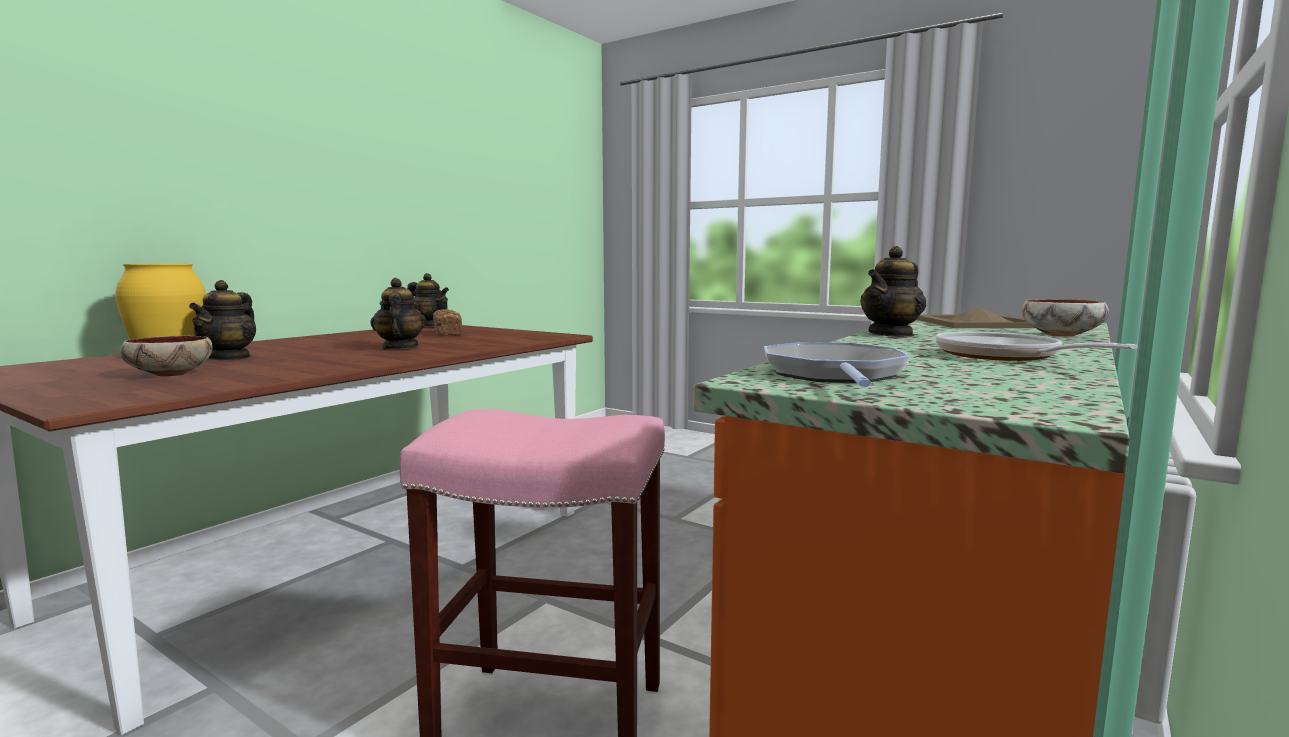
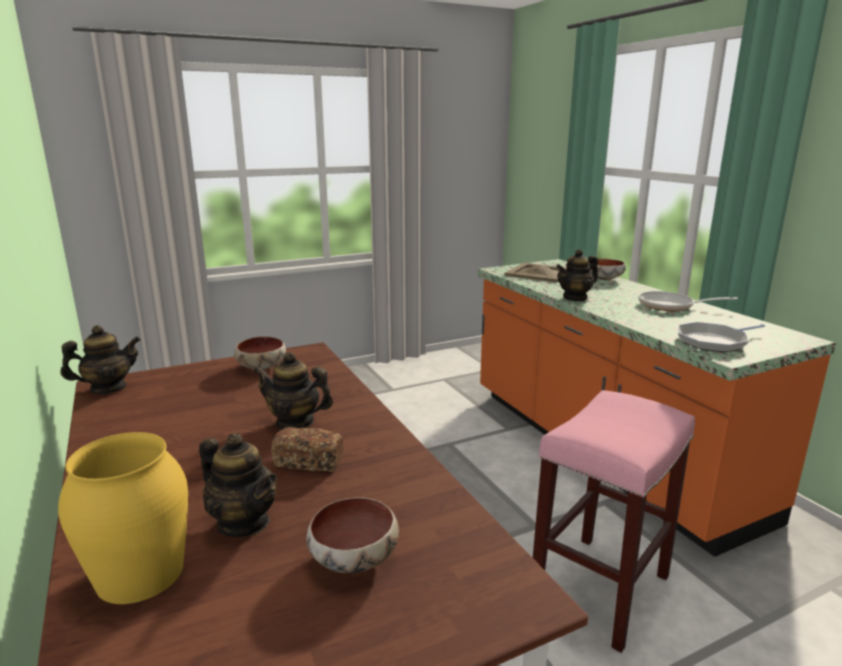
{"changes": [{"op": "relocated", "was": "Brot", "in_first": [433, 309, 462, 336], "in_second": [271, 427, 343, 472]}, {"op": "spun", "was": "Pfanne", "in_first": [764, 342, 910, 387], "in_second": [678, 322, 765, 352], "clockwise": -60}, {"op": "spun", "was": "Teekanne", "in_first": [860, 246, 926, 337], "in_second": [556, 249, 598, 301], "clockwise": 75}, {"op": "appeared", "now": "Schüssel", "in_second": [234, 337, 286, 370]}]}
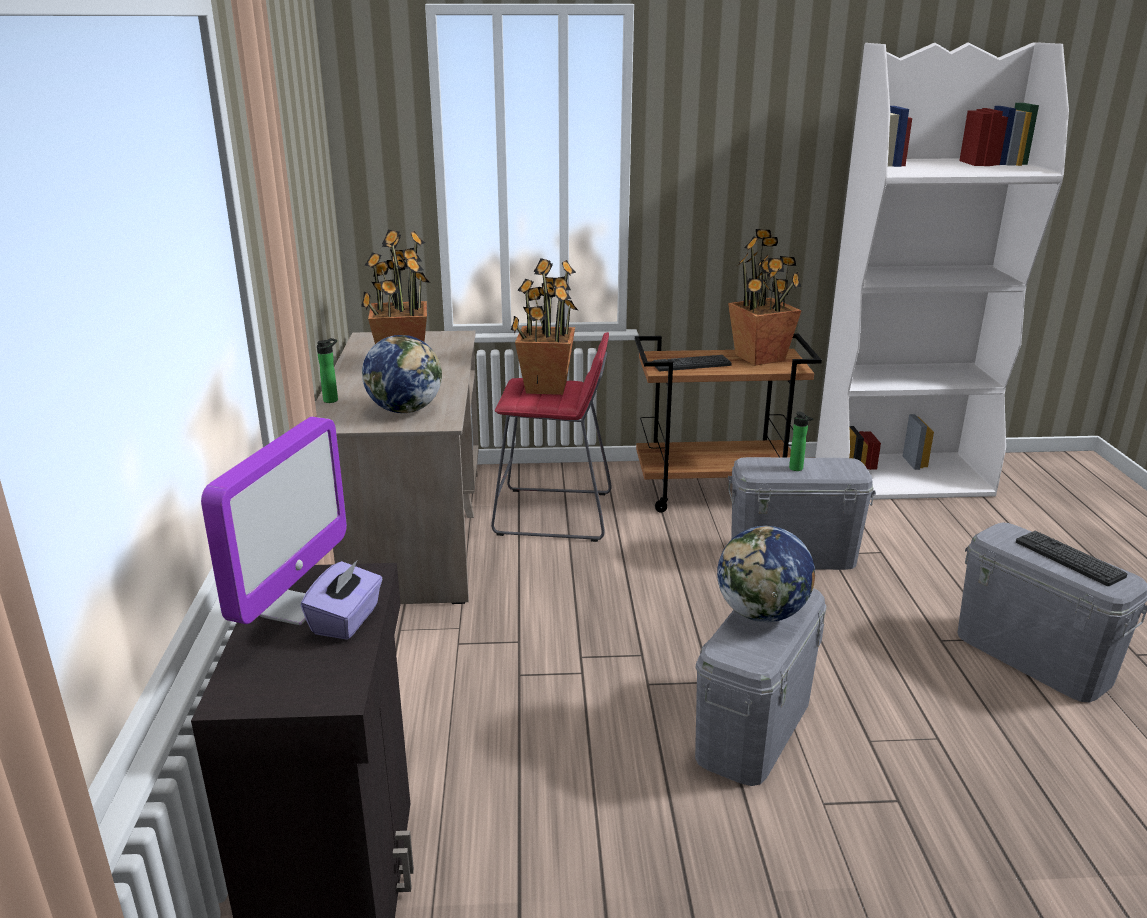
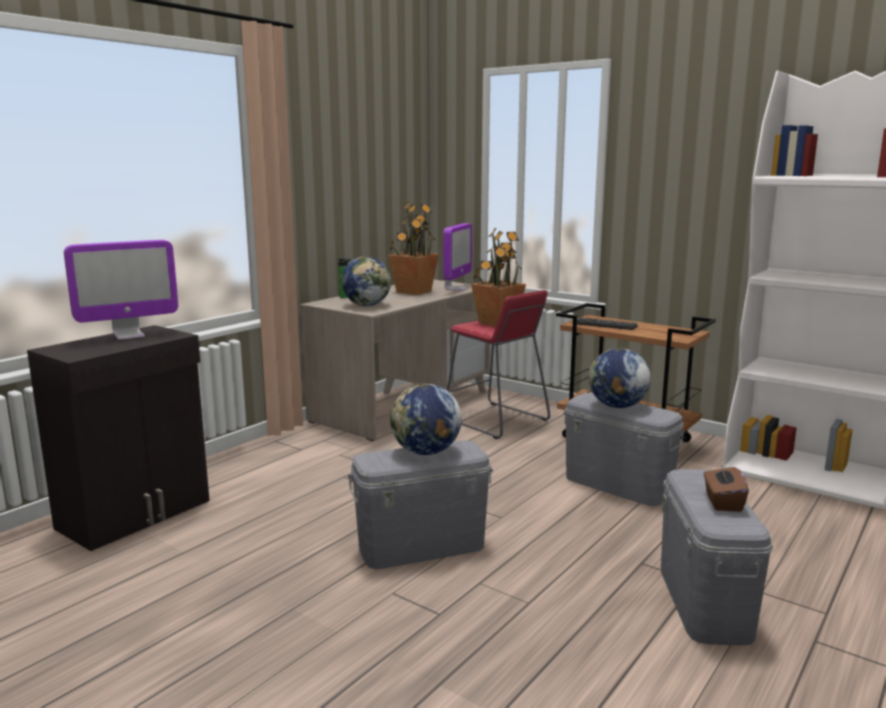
{"changes": [{"op": "missing", "was": "Taschentuchbox/lila", "in_first": [301, 561, 382, 640]}, {"op": "missing", "was": "Topfpflanze", "in_first": [728, 229, 802, 366]}, {"op": "exchanged", "was": "Flasche", "now": "Globus", "in_first": [789, 411, 813, 471], "in_second": [589, 348, 651, 408]}, {"op": "exchanged", "was": "Tastatur", "now": "Taschentuchbox/braun", "in_first": [1016, 530, 1127, 586], "in_second": [704, 465, 749, 512]}, {"op": "appeared", "now": "Monitor", "in_second": [443, 223, 472, 291]}]}
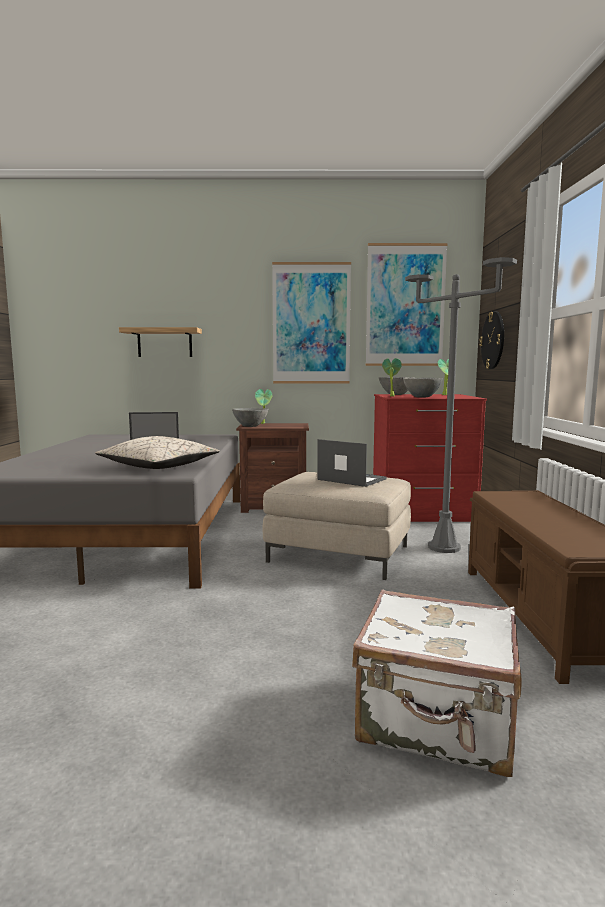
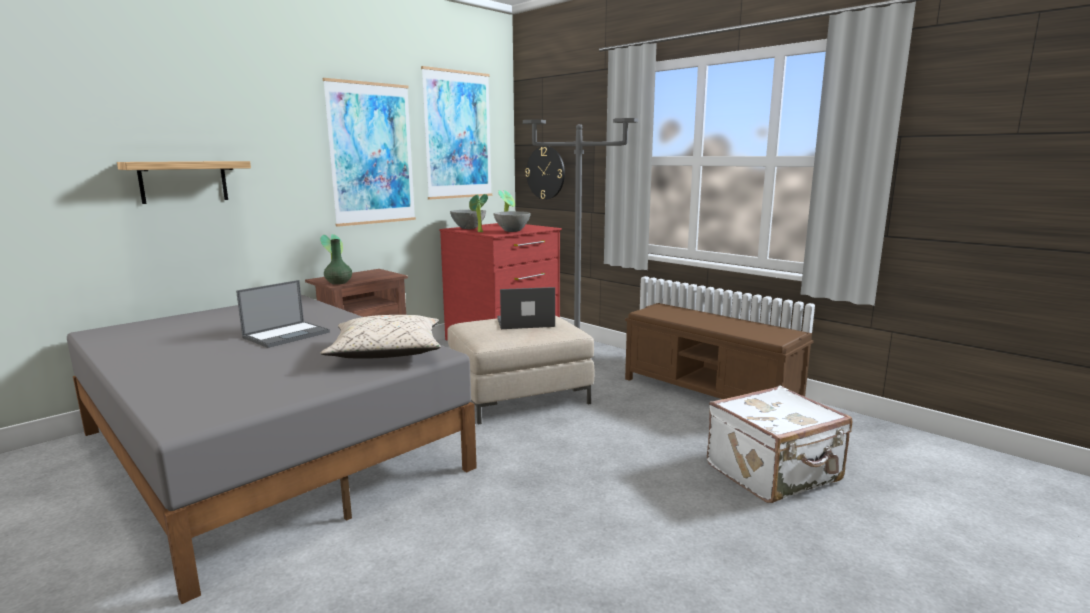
{"changes": [{"op": "exchanged", "was": "Schüssel/grau", "now": "Vase/grün", "in_first": [232, 408, 268, 427], "in_second": [324, 239, 352, 285]}]}
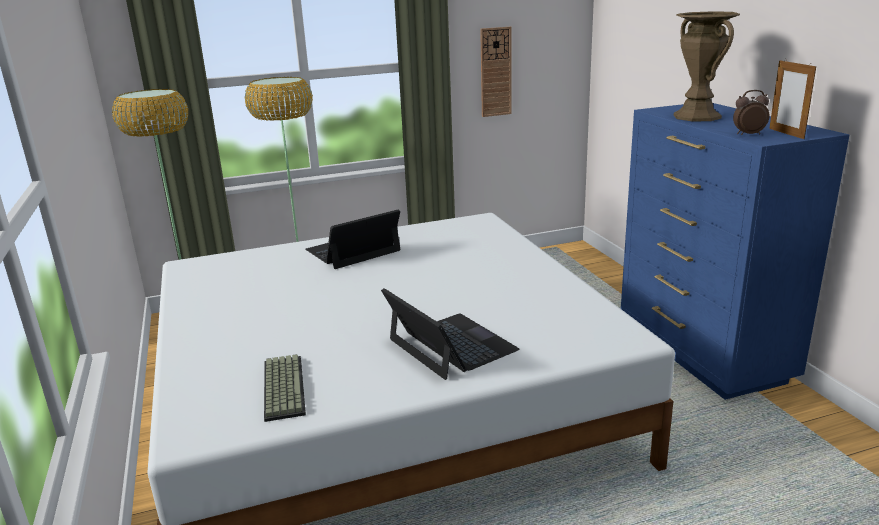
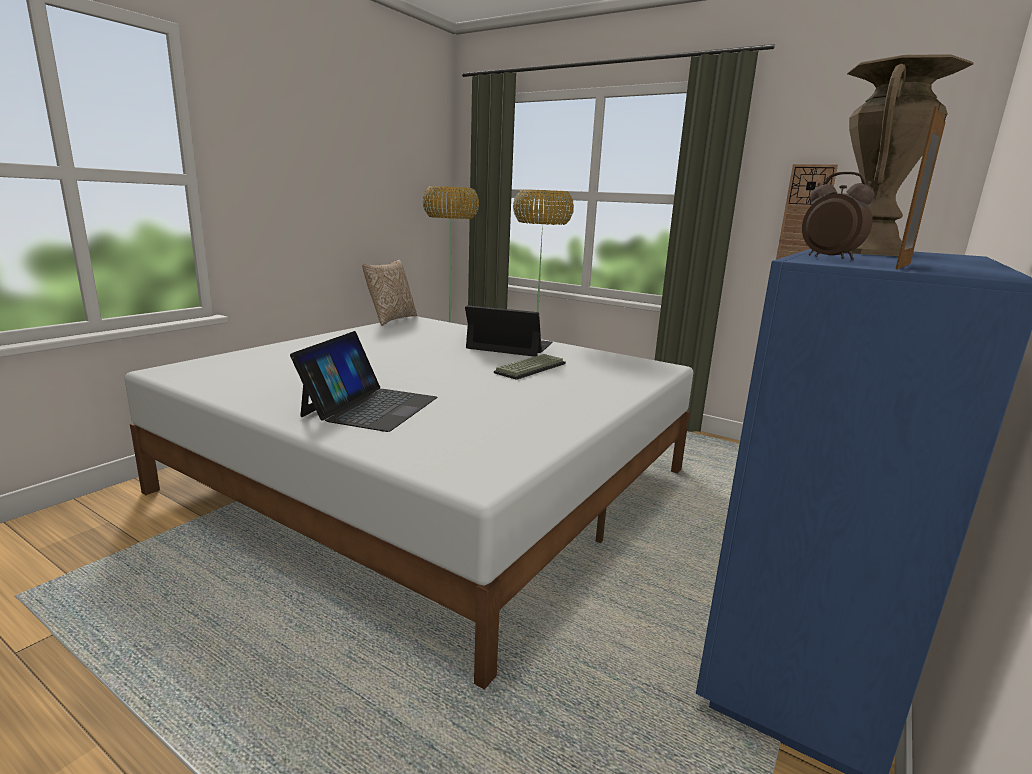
{"changes": [{"op": "relocated", "was": "Tastatur", "in_first": [264, 354, 306, 422], "in_second": [494, 354, 566, 380]}, {"op": "appeared", "now": "Kissen", "in_second": [362, 259, 417, 326]}]}
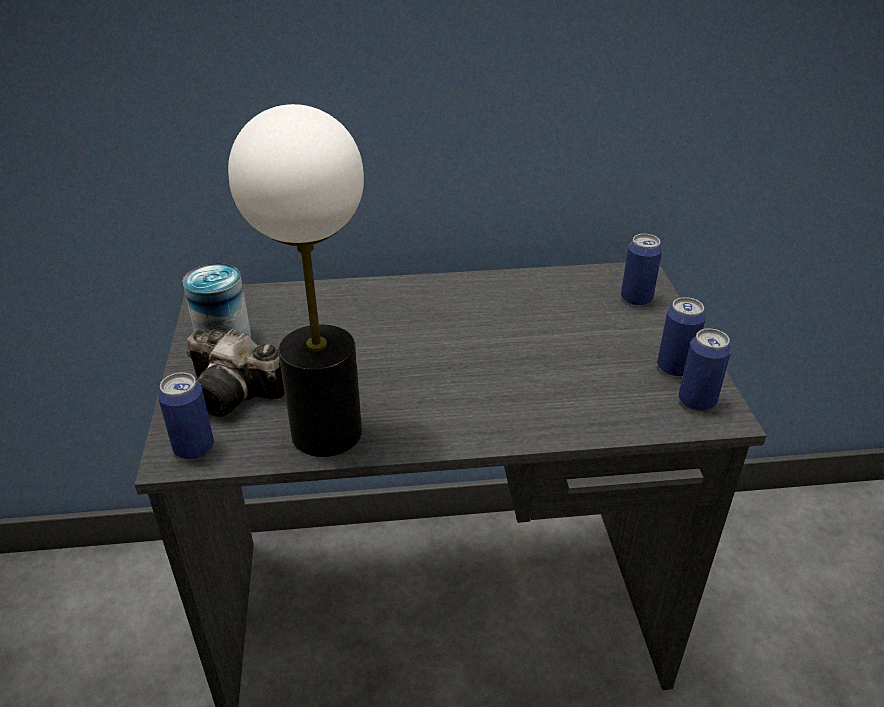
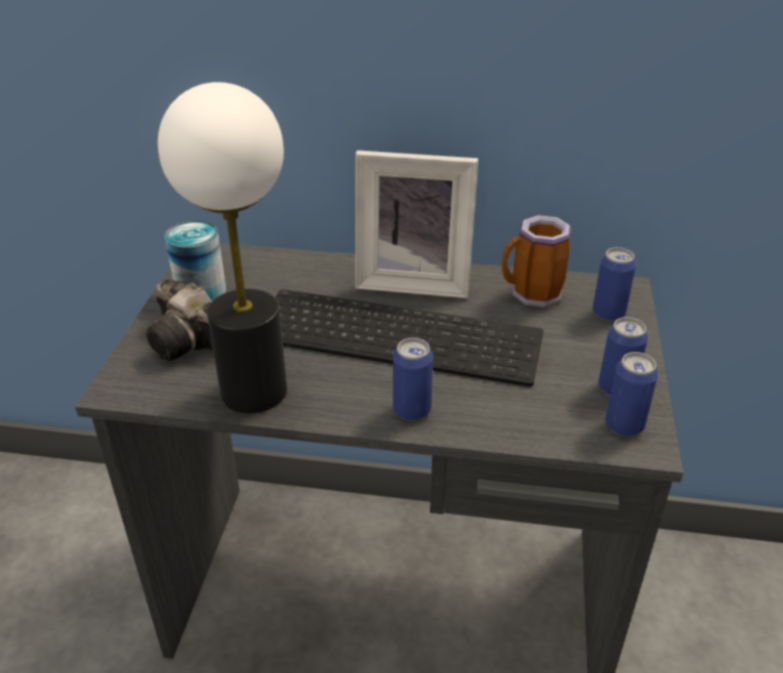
{"changes": [{"op": "relocated", "was": "Dose", "in_first": [158, 372, 214, 460], "in_second": [393, 338, 433, 421]}, {"op": "appeared", "now": "Tastatur", "in_second": [275, 289, 544, 387]}, {"op": "appeared", "now": "Bilderrahmen", "in_second": [355, 150, 478, 298]}, {"op": "appeared", "now": "Henkelbecher", "in_second": [502, 215, 571, 308]}]}
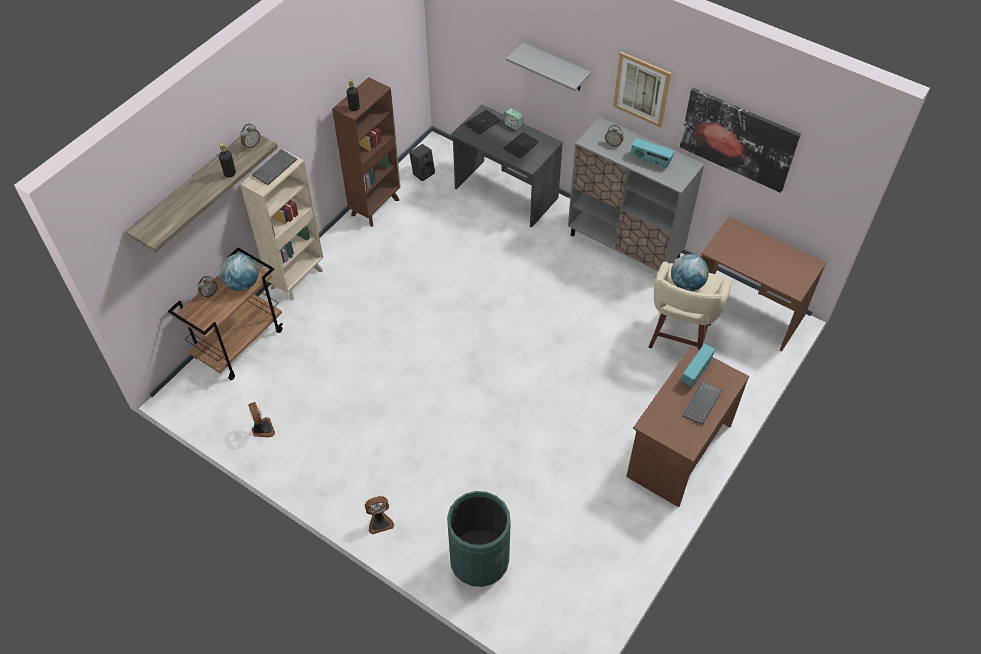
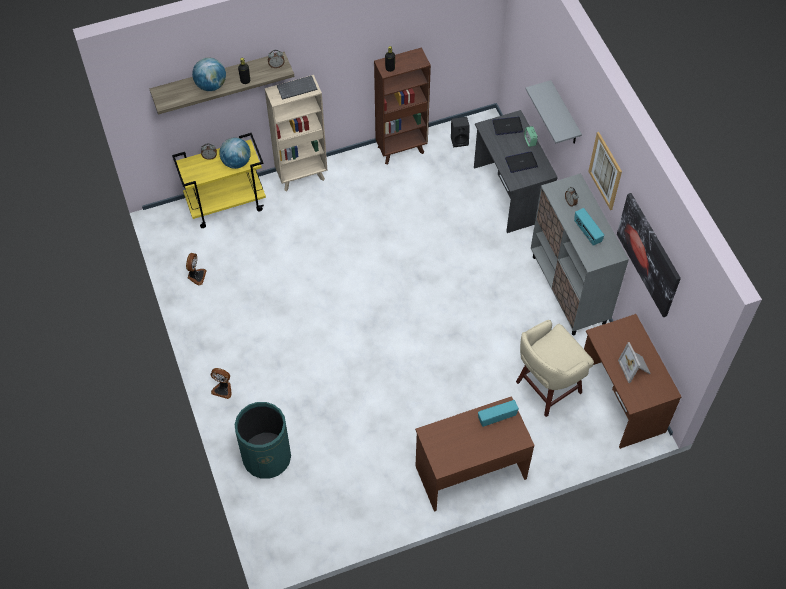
{"changes": [{"op": "colour", "was": "Rollwagen/braun", "now": "Rollwagen/gelb", "in_first": [168, 248, 283, 380], "in_second": [172, 133, 266, 228]}, {"op": "relocated", "was": "Globus", "in_first": [671, 254, 709, 291], "in_second": [192, 58, 226, 91]}, {"op": "missing", "was": "Tastatur", "in_first": [682, 382, 722, 425]}, {"op": "appeared", "now": "Bilderrahmen", "in_second": [618, 342, 651, 383]}]}
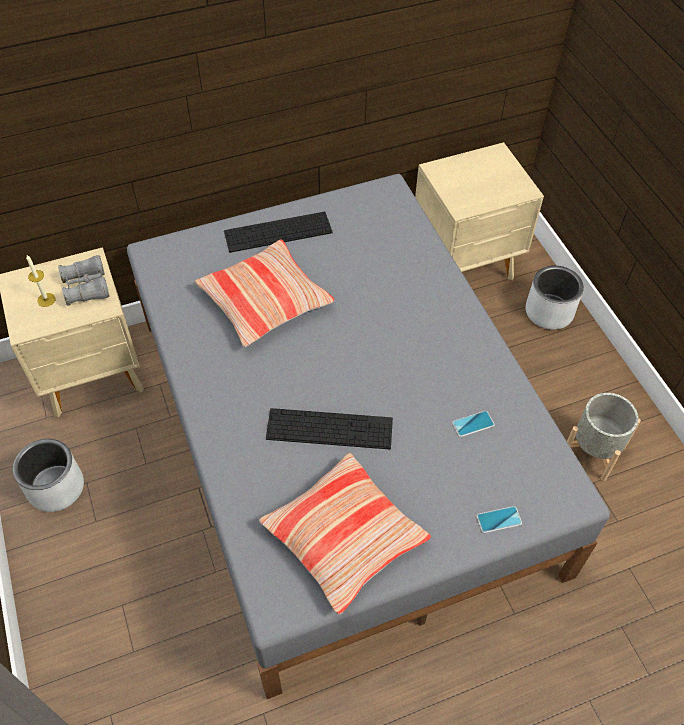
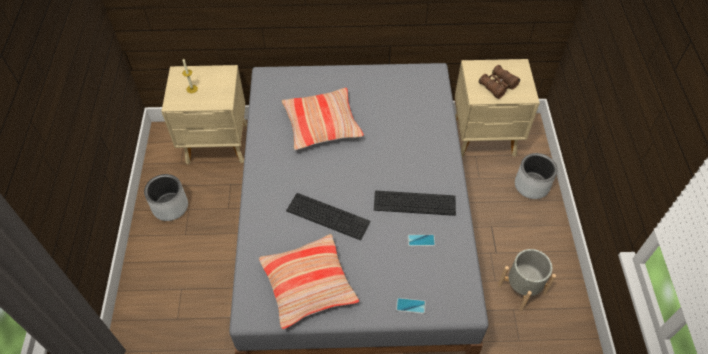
{"changes": [{"op": "missing", "was": "Fernglas/grau", "in_first": [58, 255, 110, 305]}, {"op": "relocated", "was": "Tastatur", "in_first": [224, 212, 333, 253], "in_second": [374, 191, 456, 216]}, {"op": "appeared", "now": "Fernglas/braun", "in_second": [479, 65, 520, 99]}]}
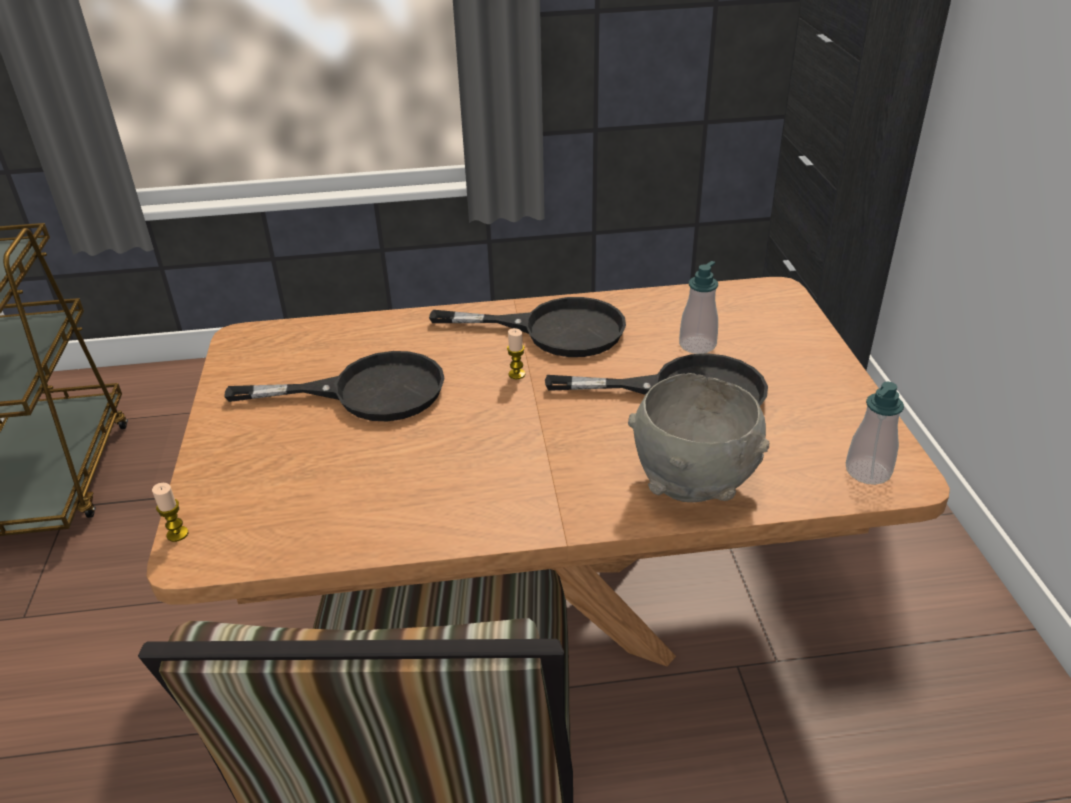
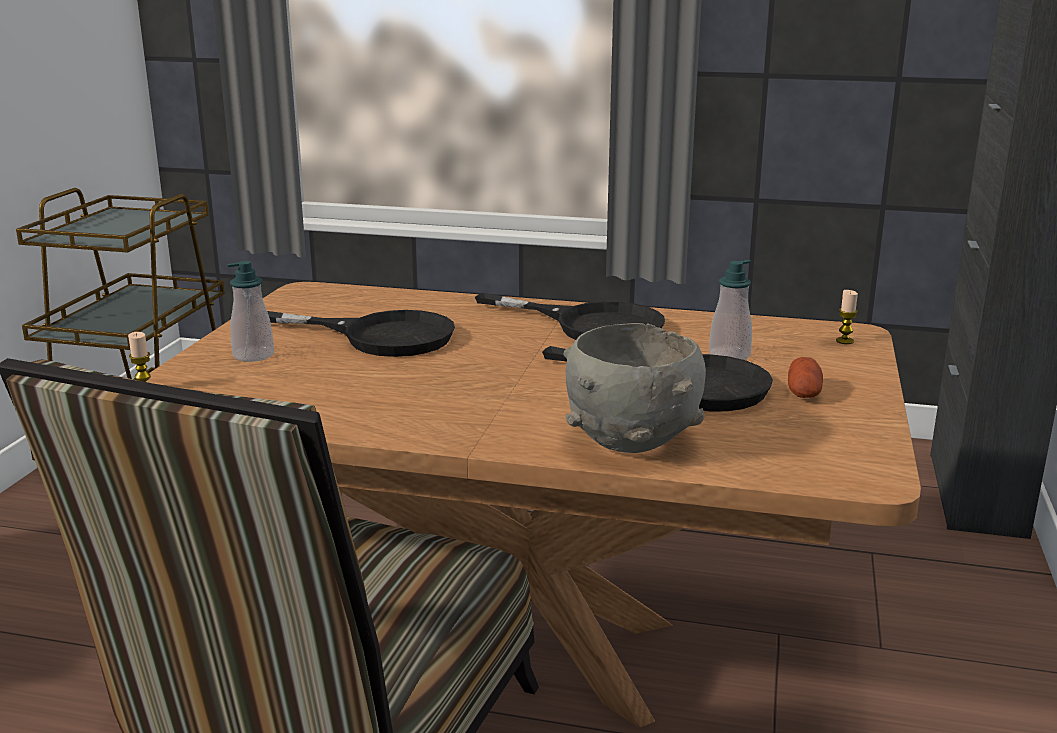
{"changes": [{"op": "relocated", "was": "Kerze", "in_first": [507, 328, 526, 379], "in_second": [836, 290, 858, 344]}, {"op": "relocated", "was": "Seifenspender", "in_first": [846, 382, 904, 485], "in_second": [227, 261, 274, 362]}, {"op": "appeared", "now": "Kartoffel", "in_second": [788, 357, 823, 398]}]}
